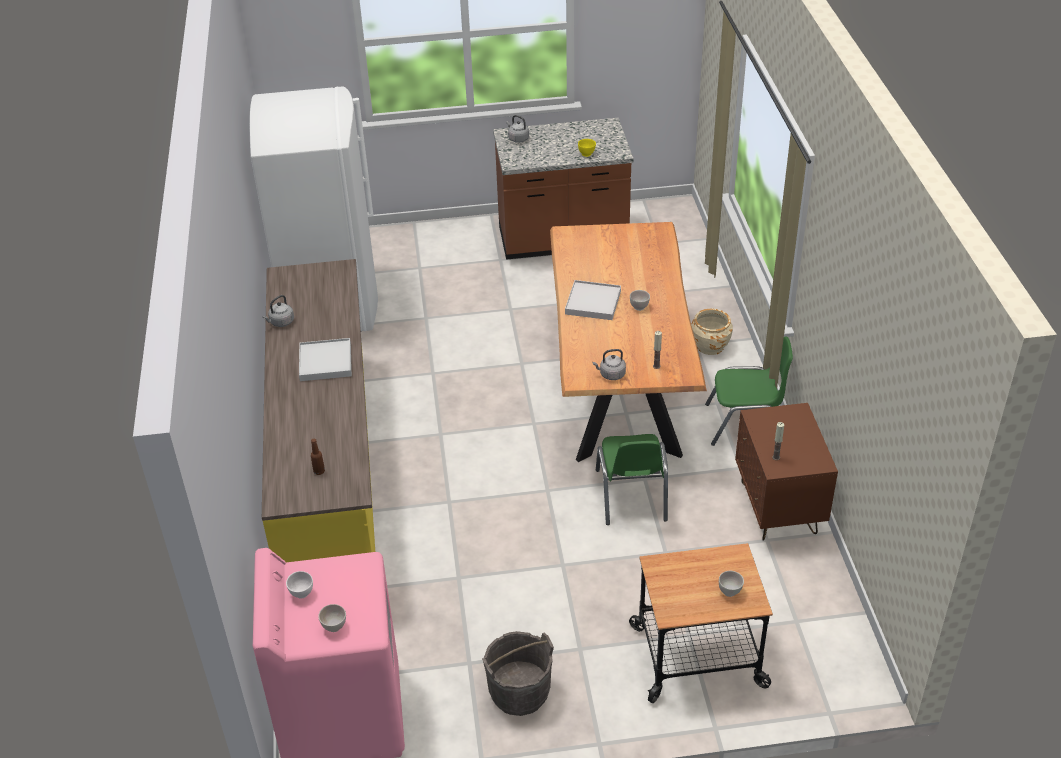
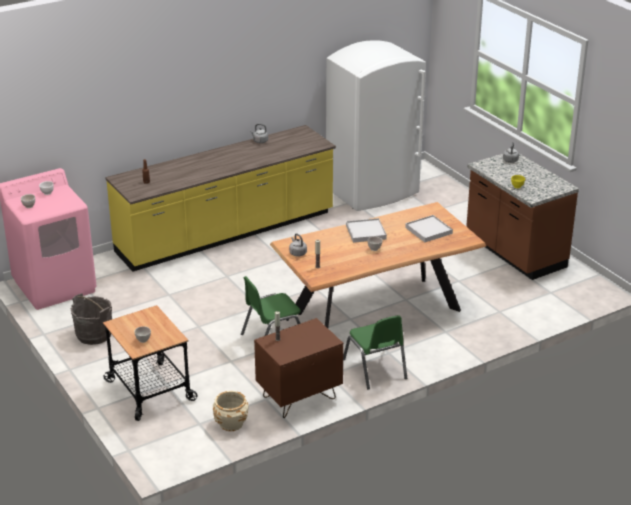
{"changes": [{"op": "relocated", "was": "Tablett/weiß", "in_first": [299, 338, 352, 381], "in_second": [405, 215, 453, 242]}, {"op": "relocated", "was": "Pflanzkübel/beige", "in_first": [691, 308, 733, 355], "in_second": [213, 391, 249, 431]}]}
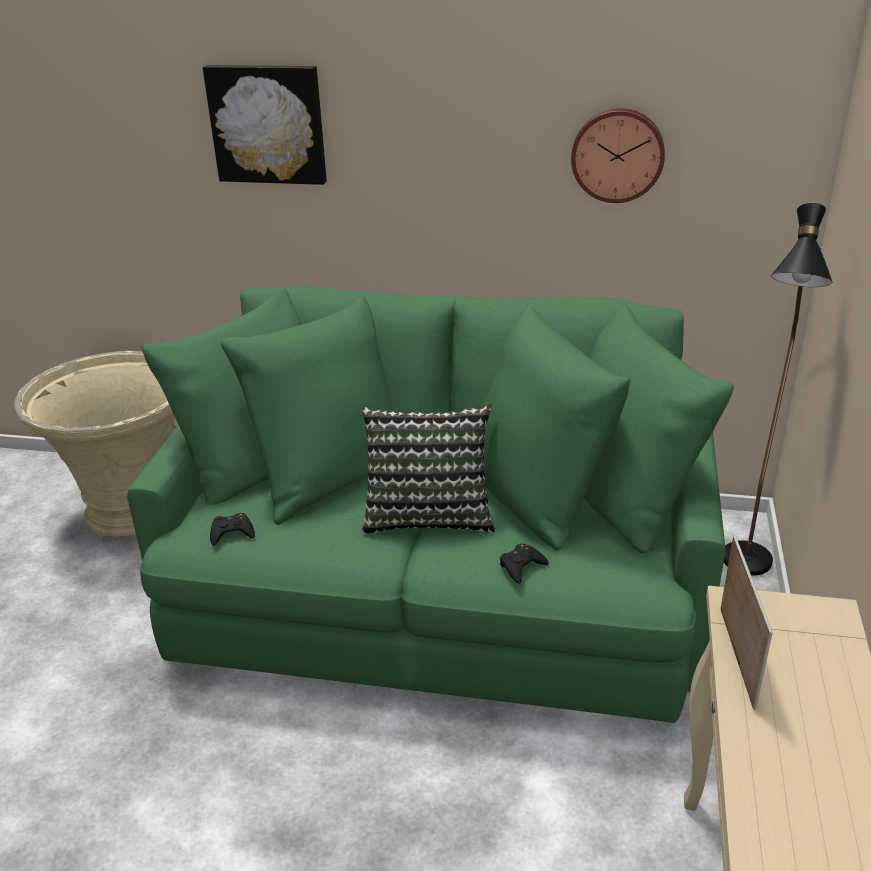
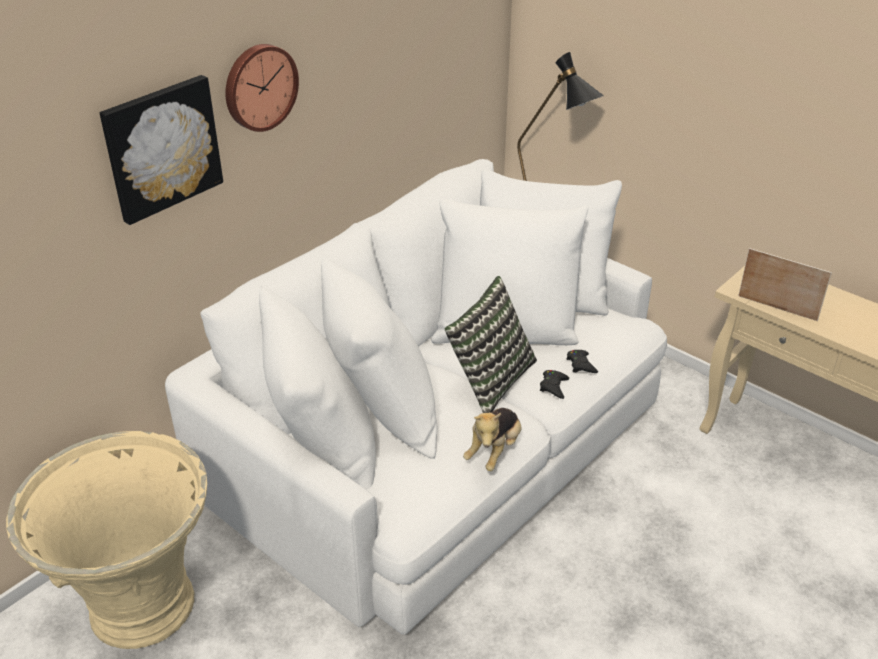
{"changes": [{"op": "colour", "was": "Sofa/grün", "now": "Sofa/weiß", "in_first": [127, 286, 734, 723], "in_second": [165, 159, 667, 635]}, {"op": "relocated", "was": "Gamepad/schwarz", "in_first": [210, 513, 255, 546], "in_second": [540, 370, 569, 399]}, {"op": "relocated", "was": "Wanduhr", "in_first": [571, 108, 665, 203], "in_second": [225, 44, 299, 132]}, {"op": "appeared", "now": "Plüschtier", "in_second": [463, 408, 521, 471]}]}
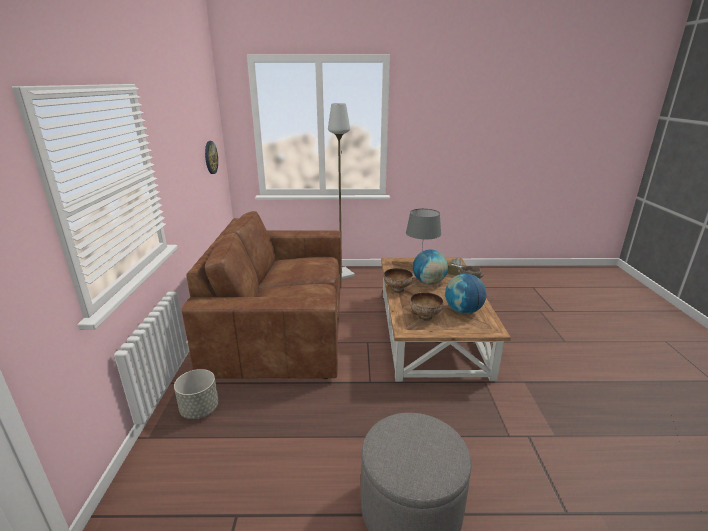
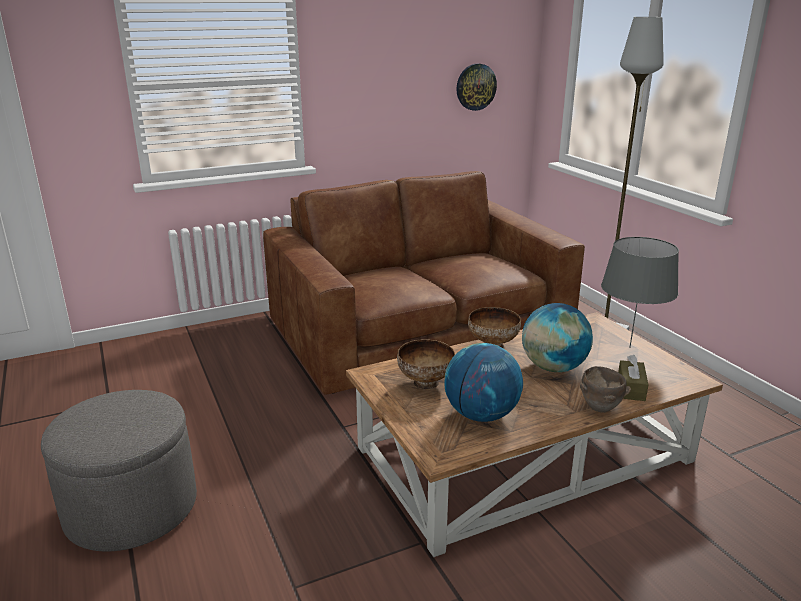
{"changes": [{"op": "missing", "was": "Pflanzkübel/grau", "in_first": [174, 369, 219, 419]}]}
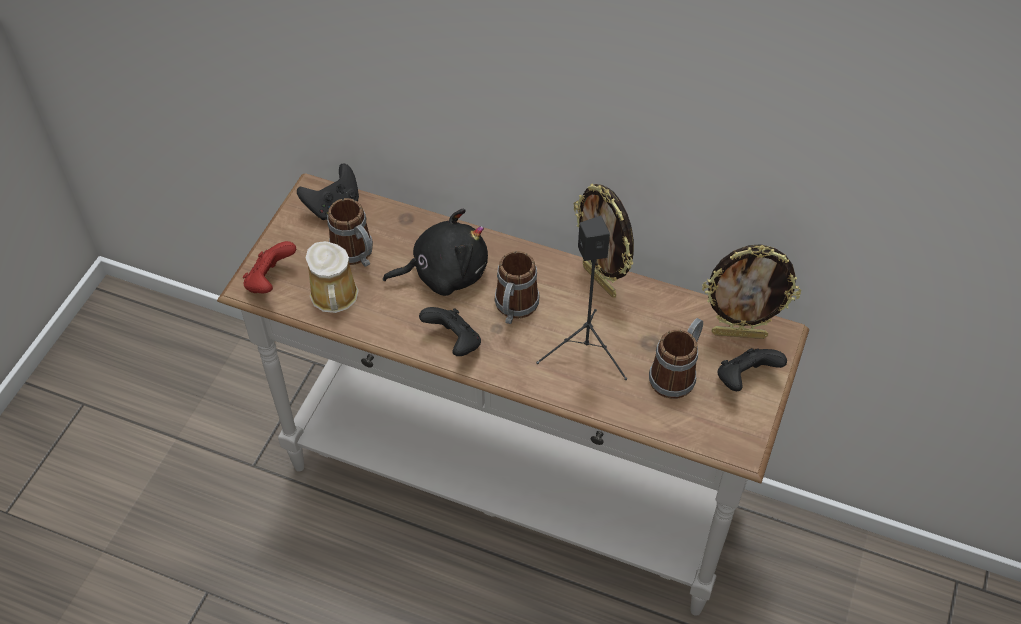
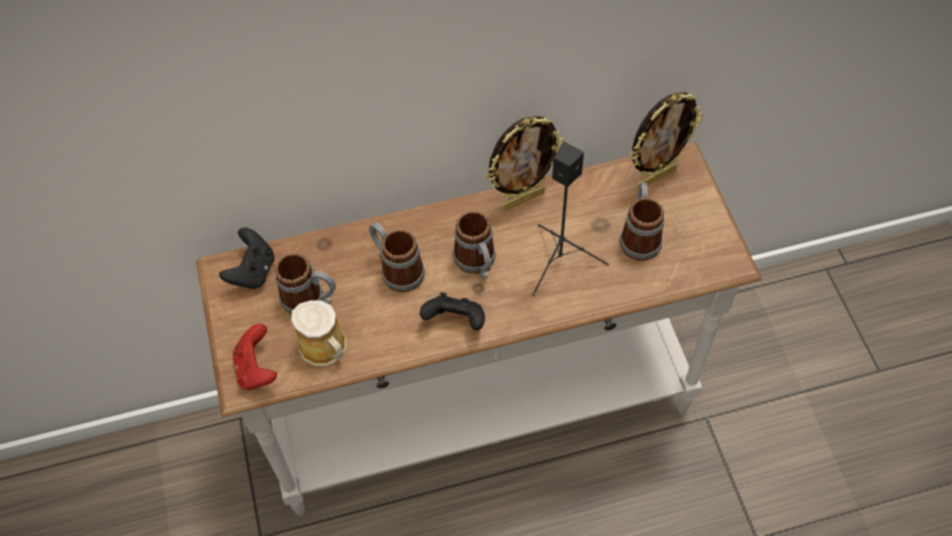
{"changes": [{"op": "exchanged", "was": "Plüschtier/schwarz", "now": "Henkelbecher", "in_first": [383, 208, 488, 296], "in_second": [369, 222, 425, 292]}, {"op": "spun", "was": "Bilderrahmen", "in_first": [574, 183, 634, 298], "in_second": [485, 116, 564, 211], "clockwise": -45}, {"op": "missing", "was": "Gamepad/schwarz", "in_first": [718, 348, 787, 391]}]}
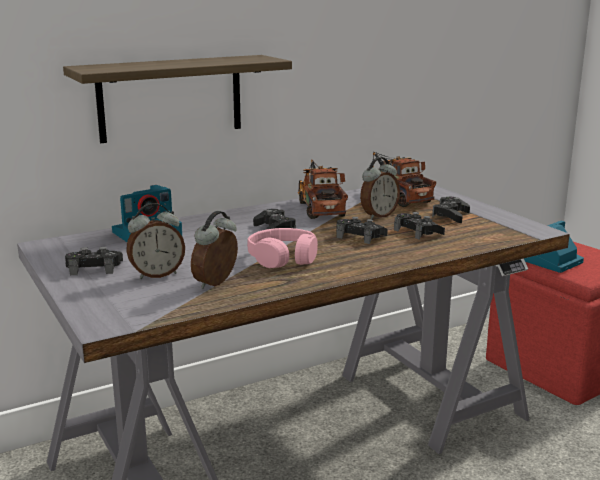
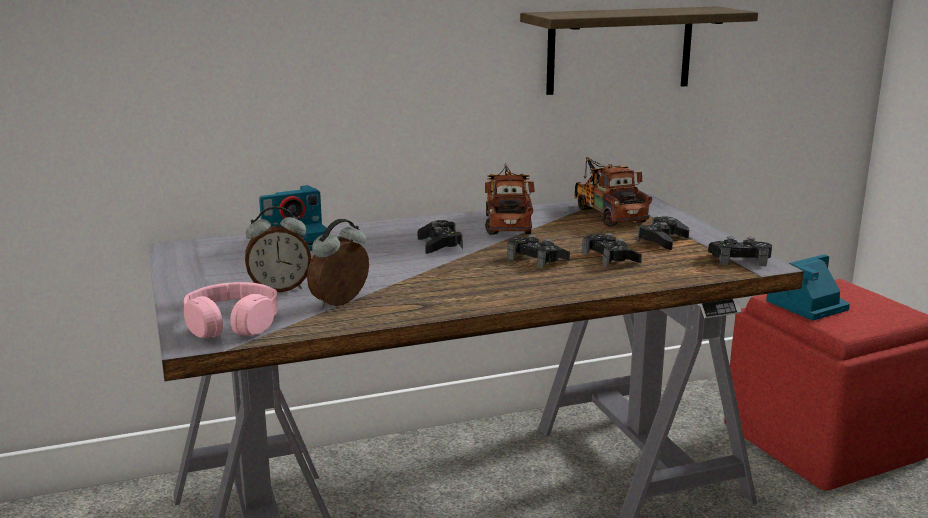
{"changes": [{"op": "relocated", "was": "Wandregal", "in_first": [63, 55, 292, 143], "in_second": [520, 6, 758, 95]}, {"op": "relocated", "was": "Gamepad/schwarz", "in_first": [65, 247, 123, 275], "in_second": [708, 236, 772, 266]}, {"op": "relocated", "was": "Kopfhörer/rosa", "in_first": [247, 228, 318, 268], "in_second": [184, 282, 278, 338]}, {"op": "missing", "was": "Wecker", "in_first": [360, 157, 400, 219]}]}
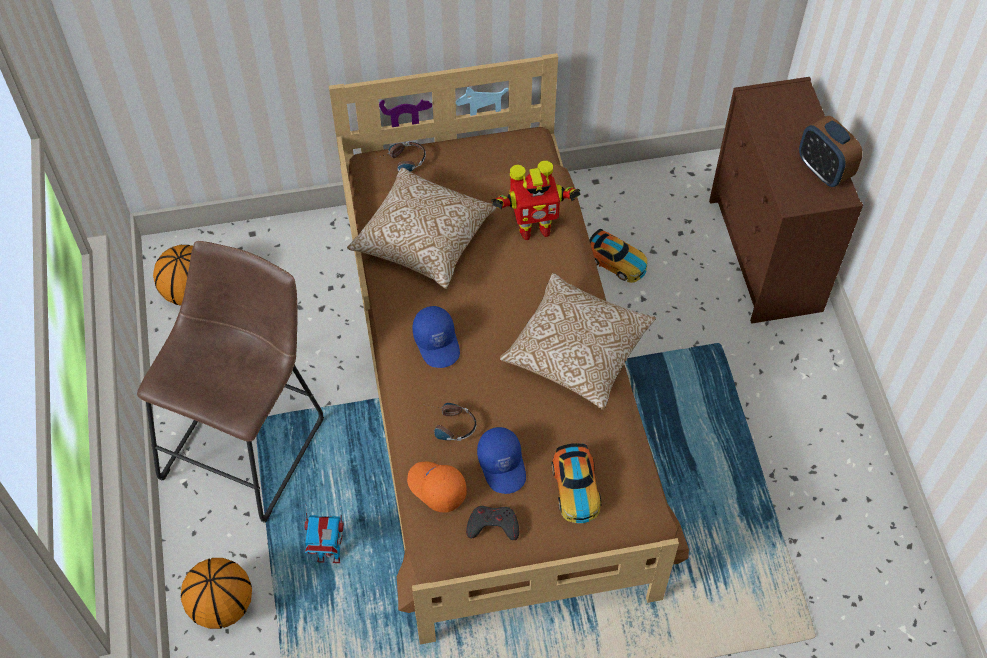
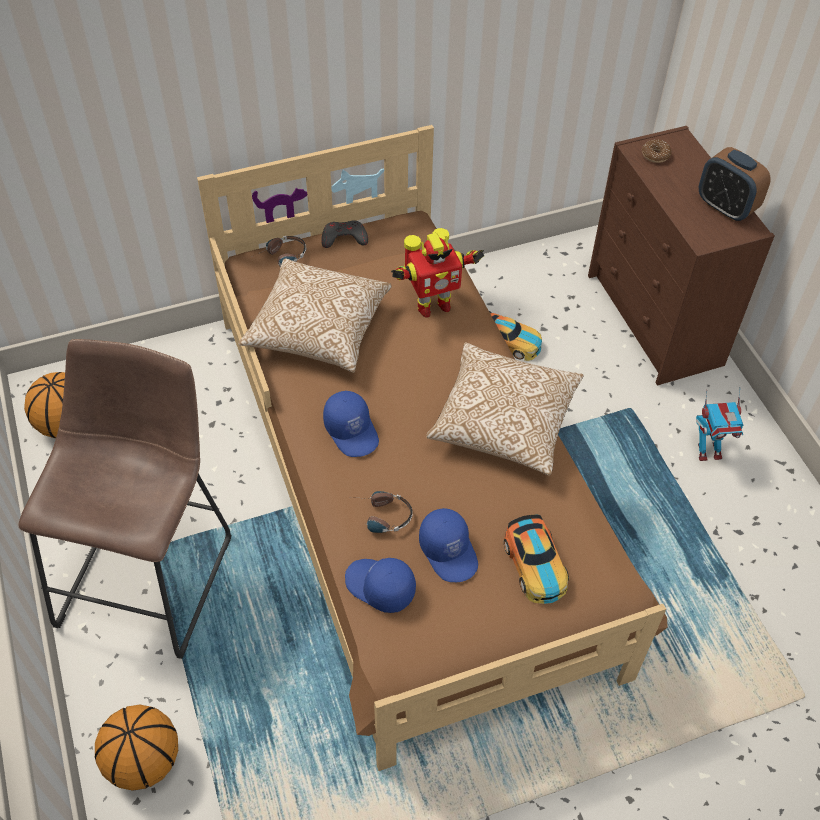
{"changes": [{"op": "relocated", "was": "Spielzeugroboter", "in_first": [305, 505, 344, 563], "in_second": [696, 390, 743, 461]}, {"op": "colour", "was": "Kappe/orange", "now": "Kappe/blau", "in_first": [407, 461, 467, 512], "in_second": [345, 558, 416, 613]}, {"op": "relocated", "was": "Gamepad/grau", "in_first": [466, 506, 519, 540], "in_second": [321, 221, 368, 248]}, {"op": "appeared", "now": "Donut", "in_second": [642, 139, 672, 163]}]}
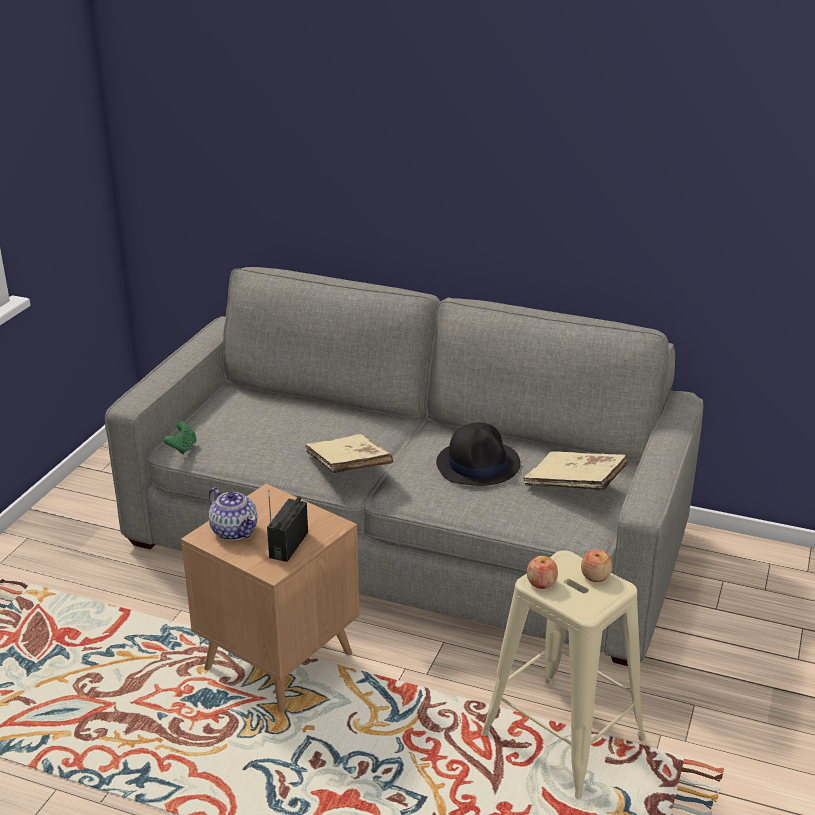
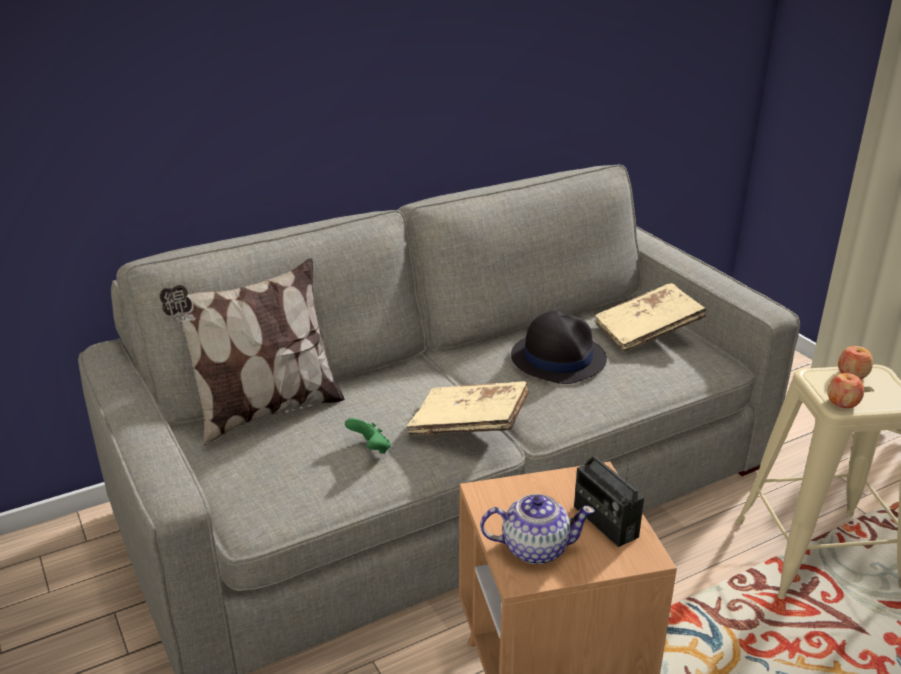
{"changes": [{"op": "relocated", "was": "Gamepad/grün", "in_first": [163, 421, 197, 454], "in_second": [345, 418, 391, 454]}, {"op": "appeared", "now": "Kissen", "in_second": [159, 258, 345, 447]}]}
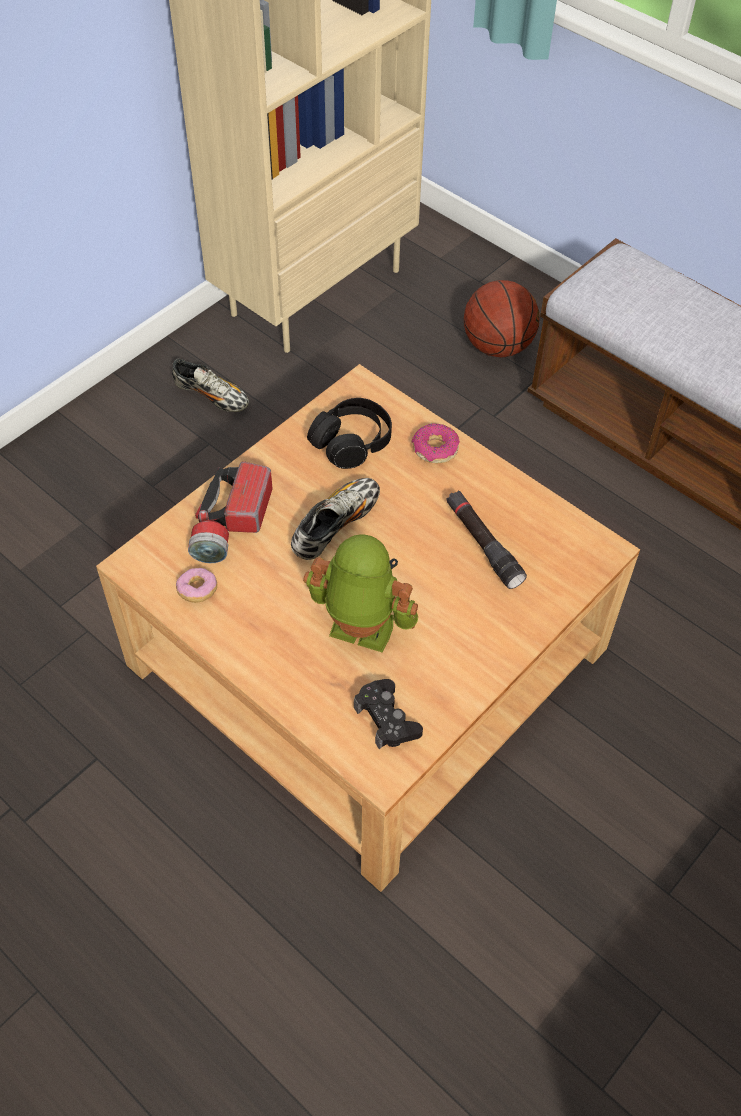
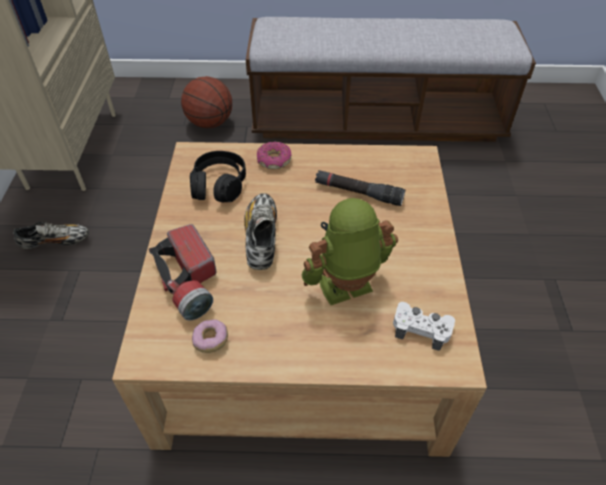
{"changes": [{"op": "colour", "was": "Gamepad/schwarz", "now": "Gamepad/weiß", "in_first": [354, 679, 423, 750], "in_second": [393, 302, 455, 351]}]}
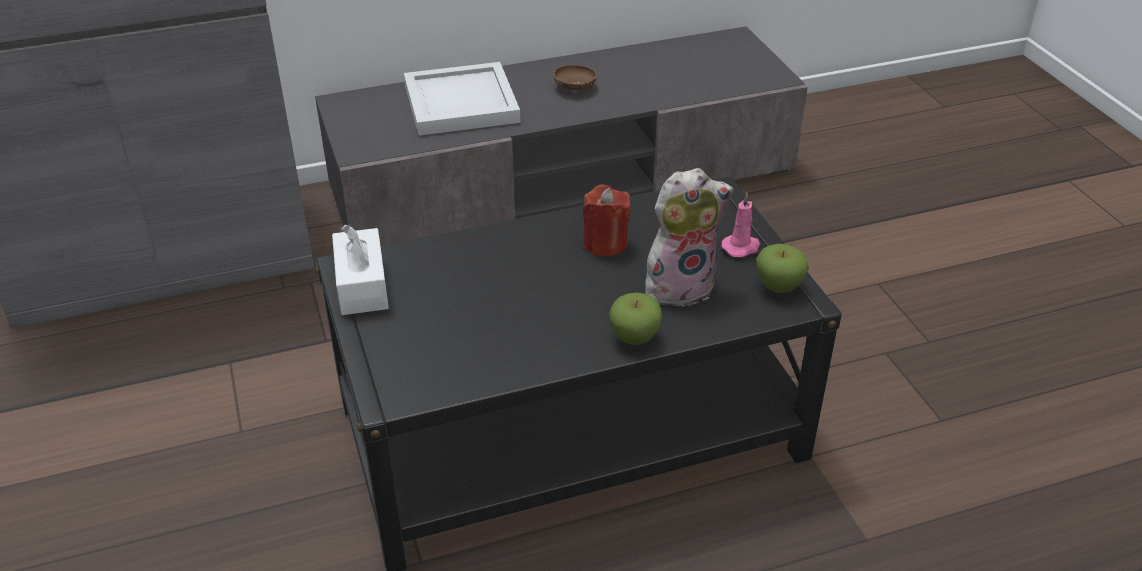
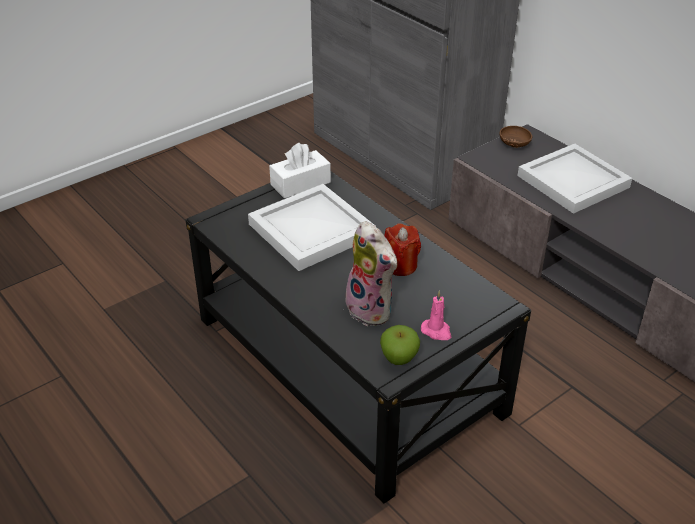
{"changes": [{"op": "relocated", "was": "Schüssel/braun", "in_first": [553, 65, 597, 91], "in_second": [499, 126, 532, 148]}, {"op": "missing", "was": "Apfel", "in_first": [609, 292, 662, 345]}, {"op": "appeared", "now": "Tablett/weiß", "in_second": [248, 184, 376, 271]}]}
